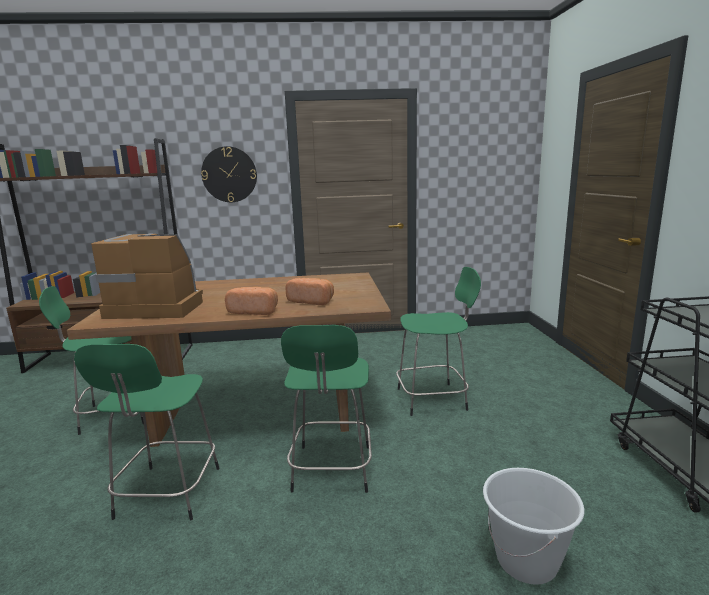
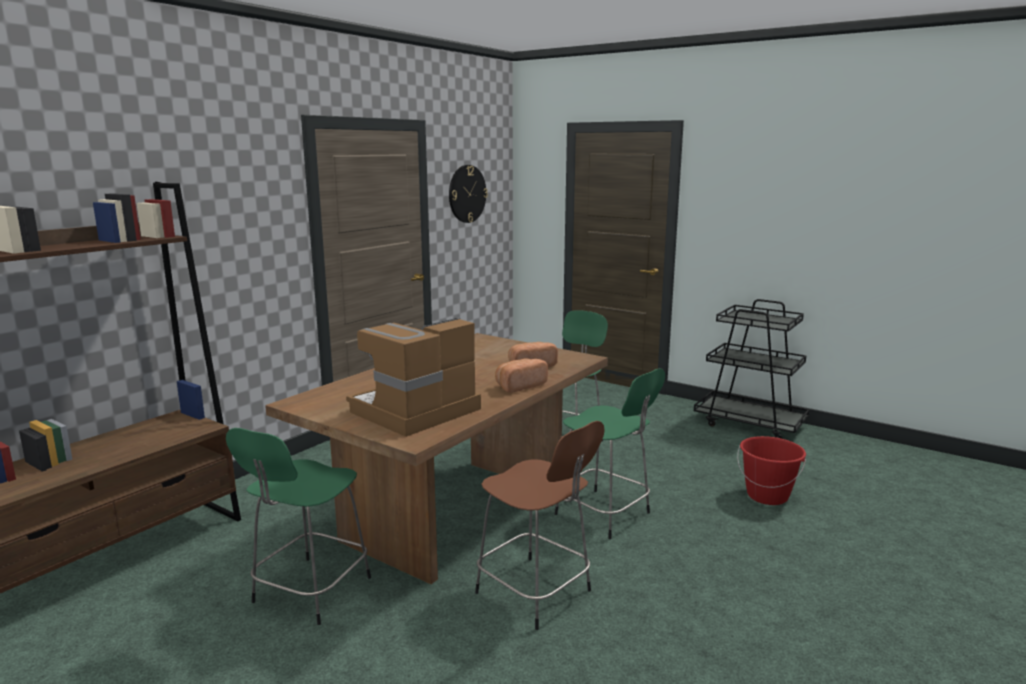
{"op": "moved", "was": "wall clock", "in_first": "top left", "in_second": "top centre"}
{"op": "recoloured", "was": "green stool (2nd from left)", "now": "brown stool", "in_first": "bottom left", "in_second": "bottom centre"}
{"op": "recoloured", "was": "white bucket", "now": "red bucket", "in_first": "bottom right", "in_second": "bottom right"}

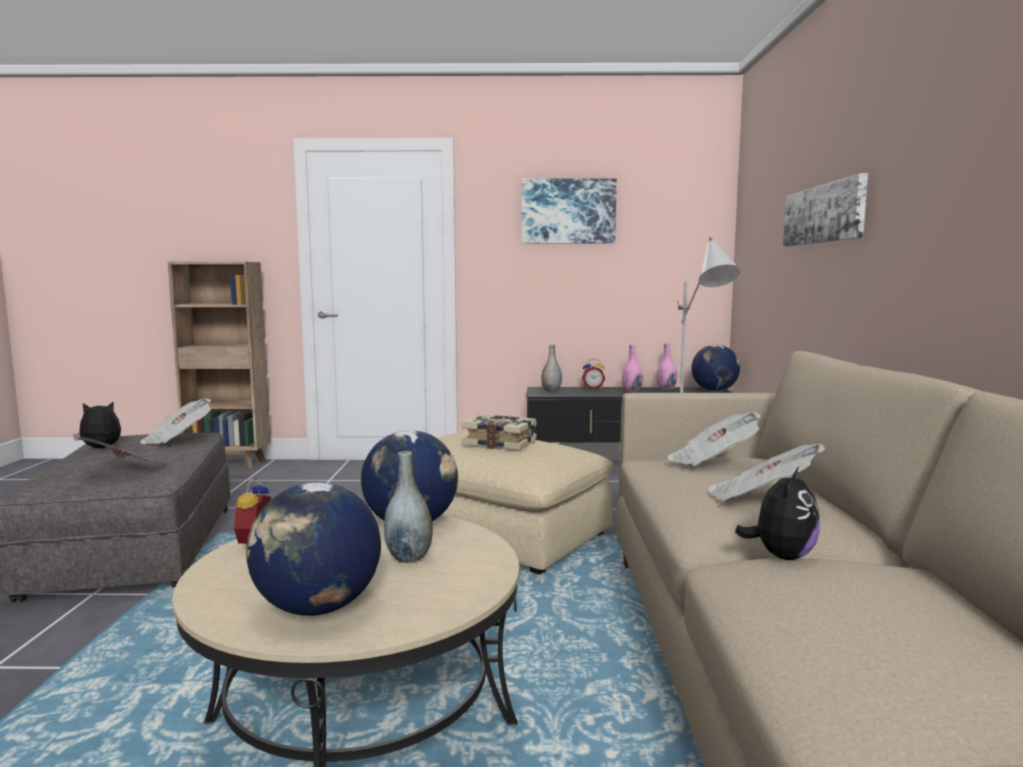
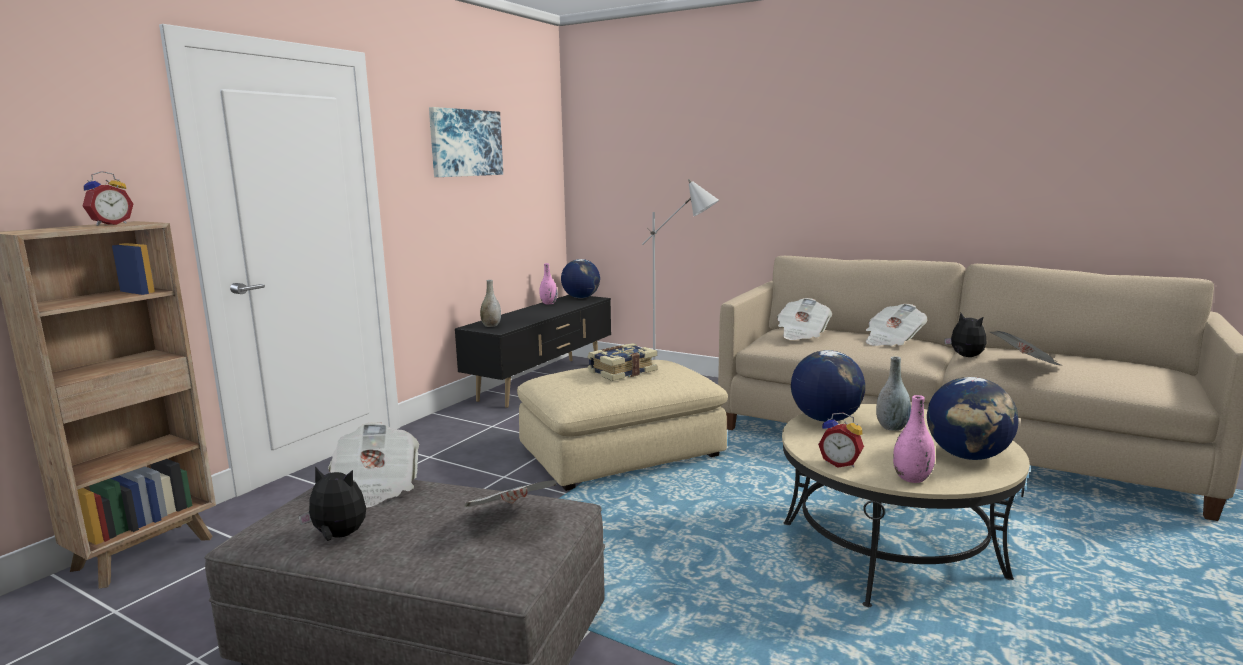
{"op": "moved", "was": "alarm clock (2nd from left in the first image)", "now": "alarm clock (1st from left)", "in_first": "centre", "in_second": "top left"}
{"op": "turned", "was": "plush toy (1st from left)", "in_first": "middle left", "in_second": "bottom left", "clockwise": 90}
{"op": "moved", "was": "pink vase (1st from left in the first image)", "now": "pink vase (2nd from left)", "in_first": "centre", "in_second": "middle right"}
{"op": "added", "now": "newspaper (5th from left)", "in_second": "middle right"}
{"op": "removed", "was": "picture (2nd from left)", "in_first": "top right"}

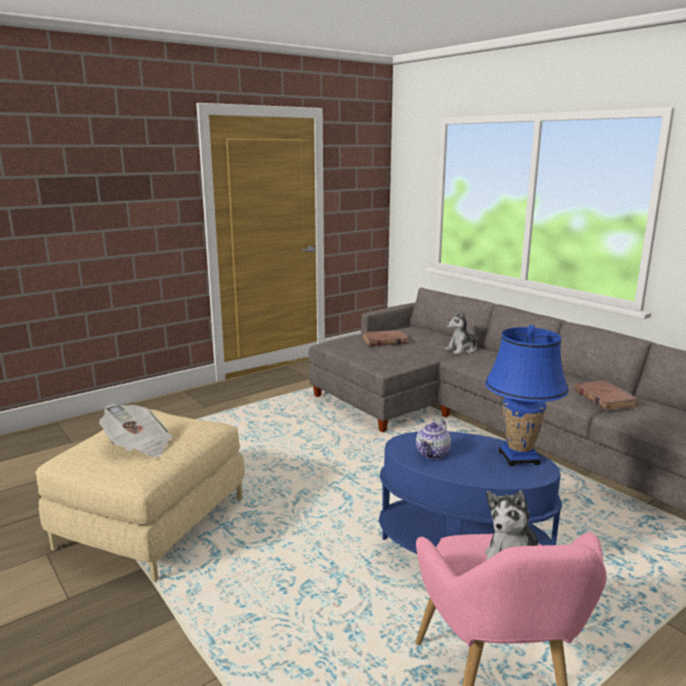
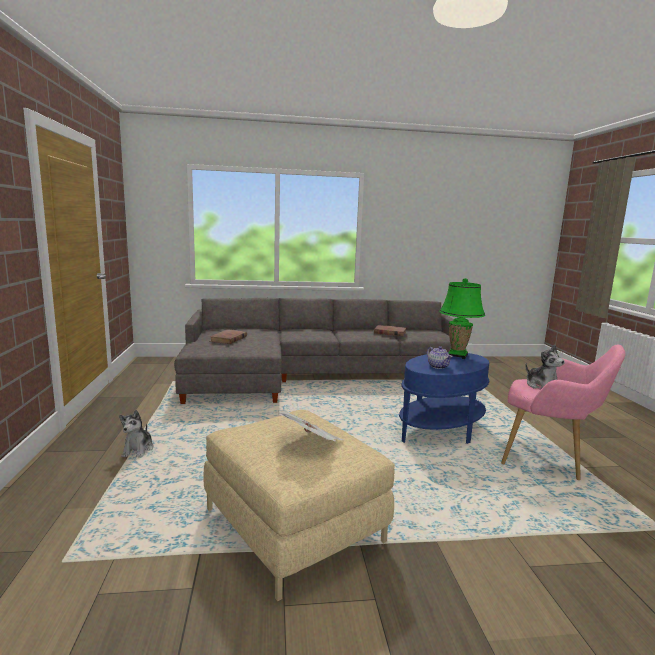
{"op": "moved", "was": "plush toy (1st from left)", "in_first": "middle right", "in_second": "middle left"}
{"op": "recoloured", "was": "blue table lamp", "now": "green table lamp", "in_first": "middle right", "in_second": "middle right"}

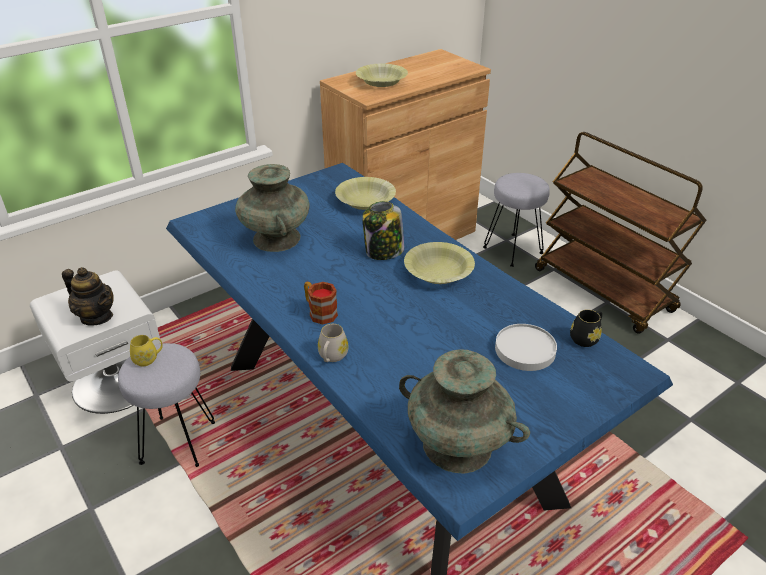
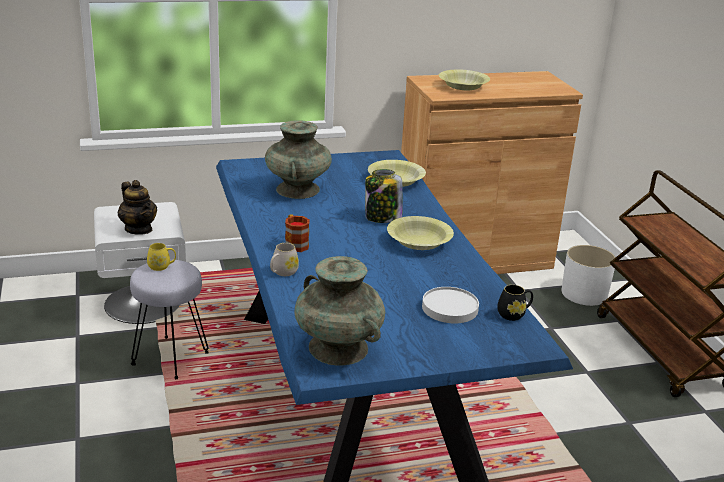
{"op": "replaced", "was": "grey stool (2nd from left)", "now": "white planter", "in_first": "middle right", "in_second": "middle right"}

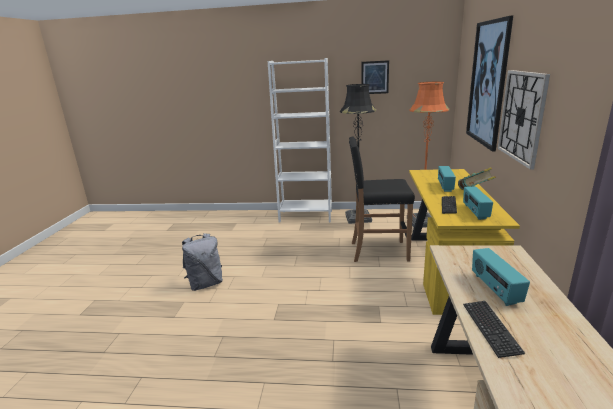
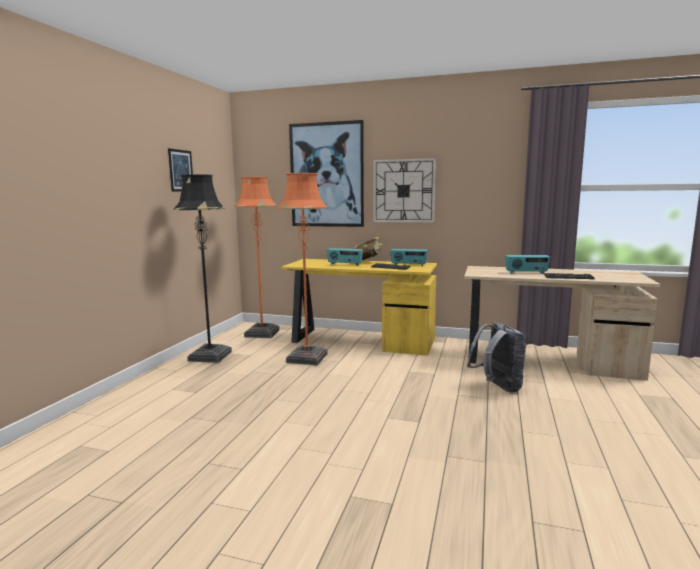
{"op": "replaced", "was": "black stool", "now": "orange floor lamp (2nd from left)", "in_first": "centre", "in_second": "centre"}
{"op": "moved", "was": "grey backpack", "in_first": "middle left", "in_second": "middle right"}
{"op": "removed", "was": "white bookcase", "in_first": "centre"}

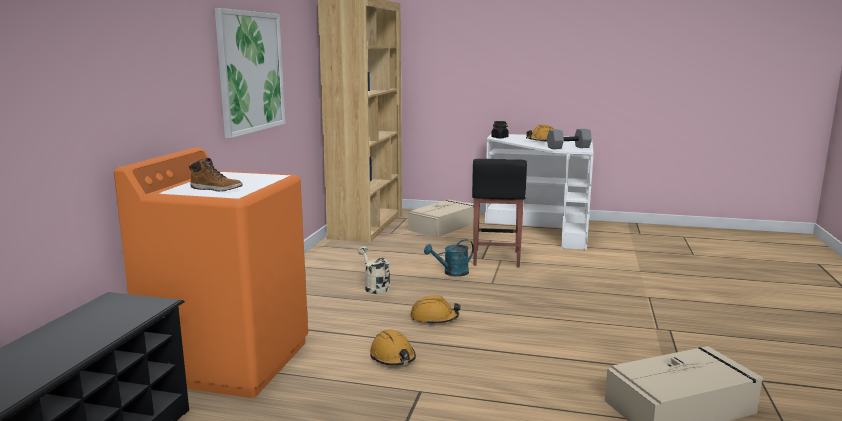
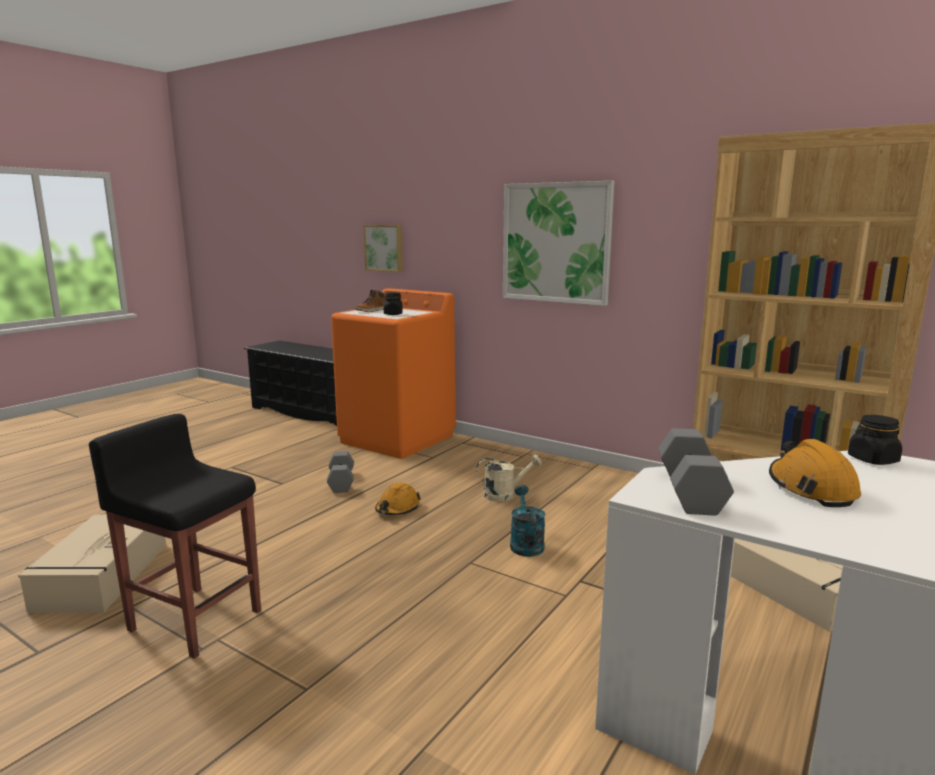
{"op": "moved", "was": "black stool", "in_first": "centre", "in_second": "bottom left"}
{"op": "replaced", "was": "orange hard hat (1st from left)", "now": "grey dumbbell (1st from left)", "in_first": "bottom centre", "in_second": "centre"}
{"op": "added", "now": "picture (1st from left)", "in_second": "top centre"}
{"op": "added", "now": "black jar (1st from left)", "in_second": "centre"}

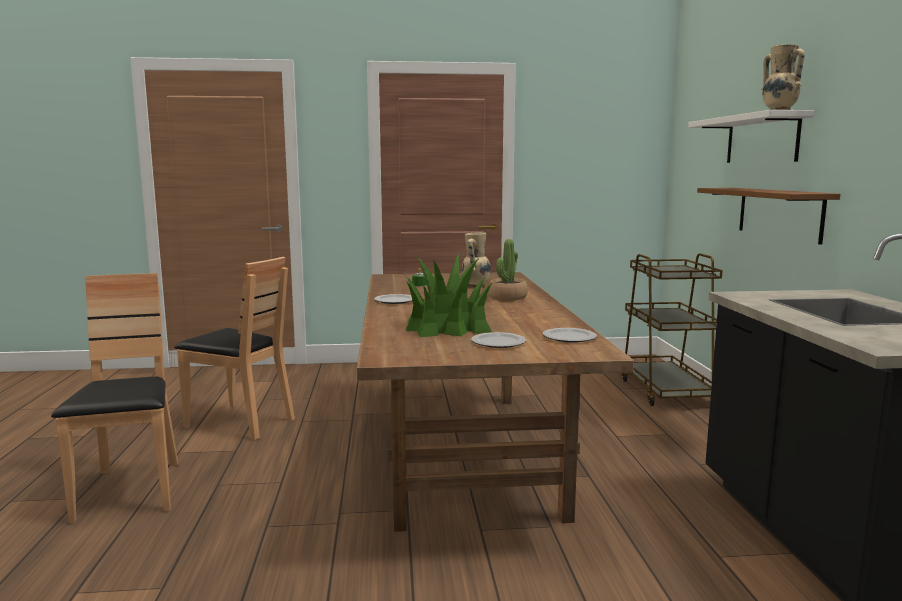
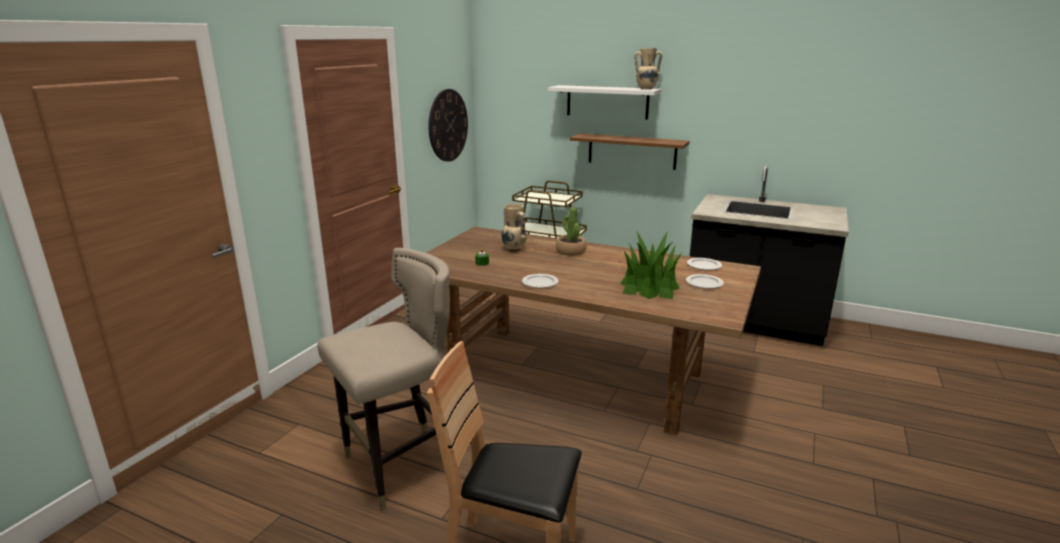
{"op": "replaced", "was": "brown chair (2nd from left)", "now": "beige stool", "in_first": "middle left", "in_second": "bottom centre"}
{"op": "added", "now": "wall clock", "in_second": "top centre"}

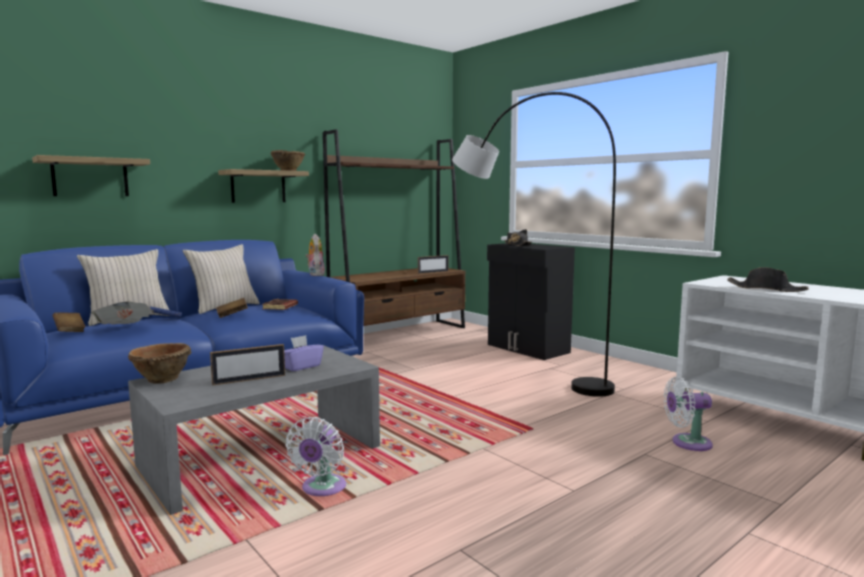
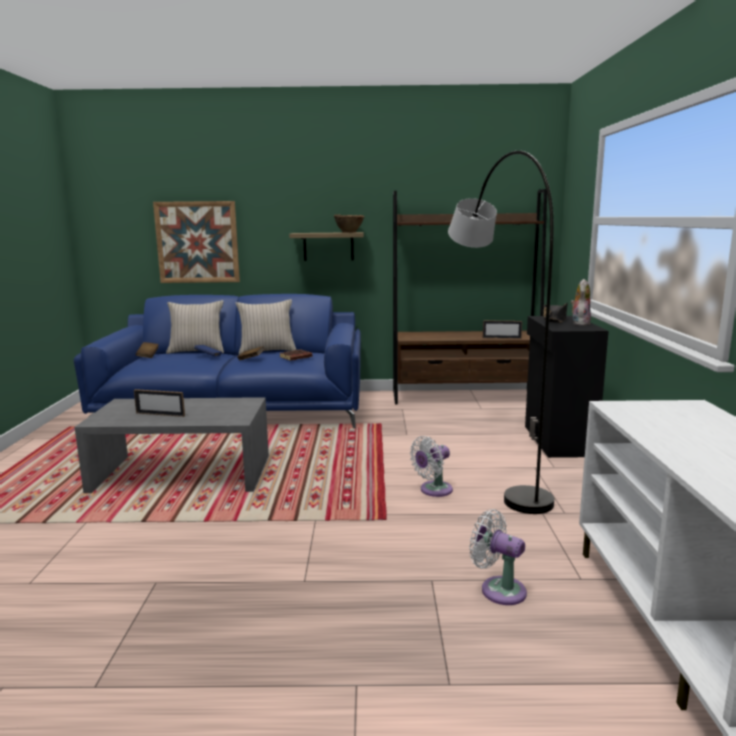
{"op": "replaced", "was": "shelf (1st from left)", "now": "picture", "in_first": "top left", "in_second": "top left"}
{"op": "moved", "was": "white fan (1st from left)", "in_first": "bottom centre", "in_second": "centre"}
{"op": "moved", "was": "plush toy", "in_first": "centre", "in_second": "middle right"}
{"op": "removed", "was": "newspaper", "in_first": "middle left"}
{"op": "removed", "was": "brown bowl (1st from left)", "in_first": "middle left"}
{"op": "removed", "was": "purple tissue box", "in_first": "centre"}
{"op": "removed", "was": "black hat (2nd from left)", "in_first": "middle right"}

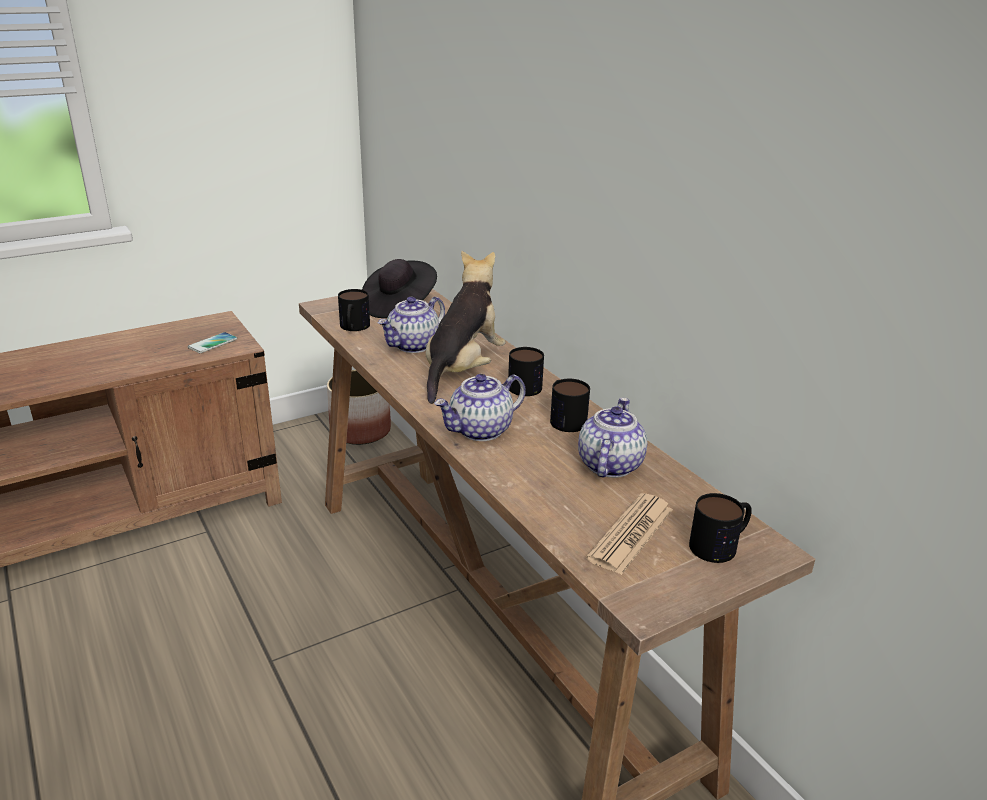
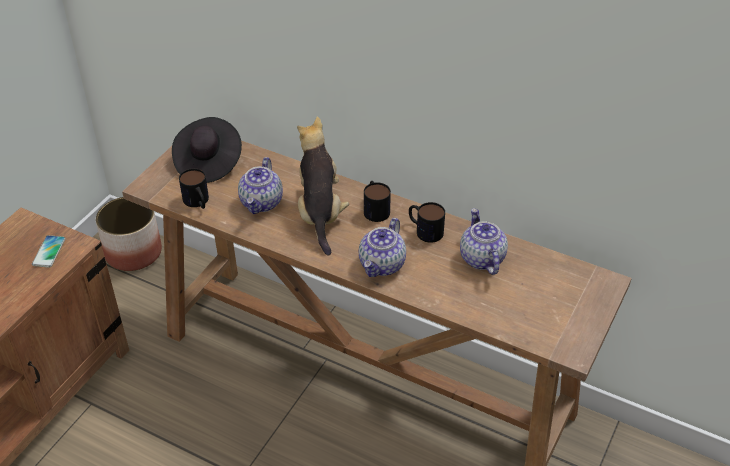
{"op": "removed", "was": "newspaper", "in_first": "bottom centre"}
{"op": "removed", "was": "mug (4th from left)", "in_first": "middle right"}

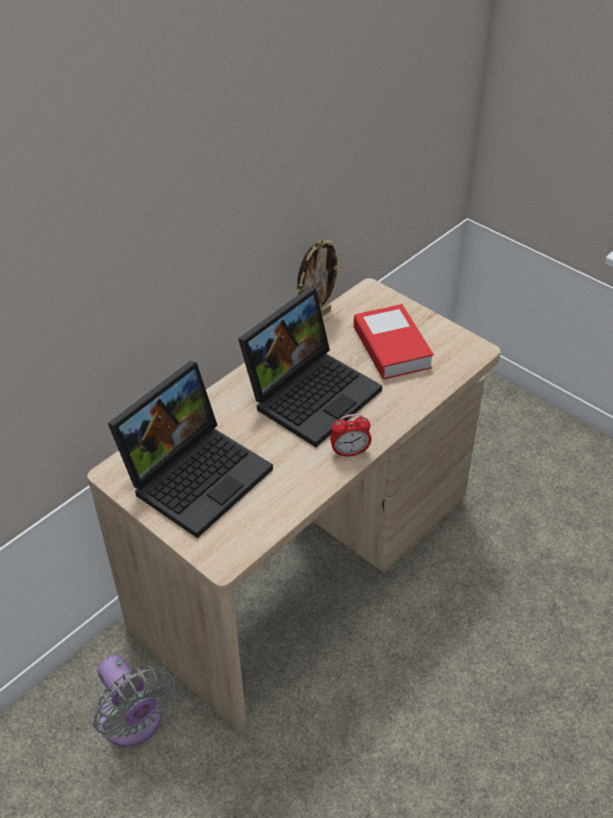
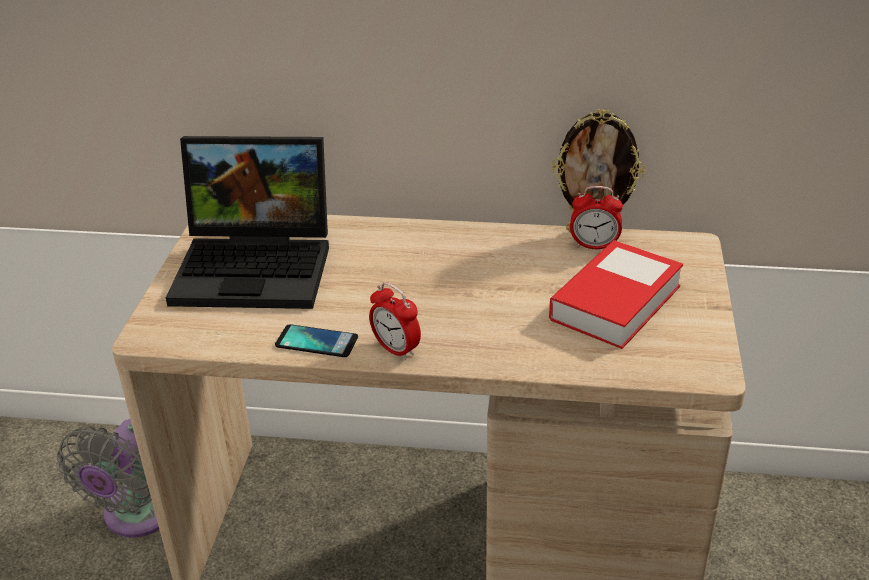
{"op": "added", "now": "phone", "in_second": "centre"}
{"op": "added", "now": "alarm clock (2nd from left)", "in_second": "middle right"}
{"op": "removed", "was": "laptop (2nd from left)", "in_first": "centre"}

